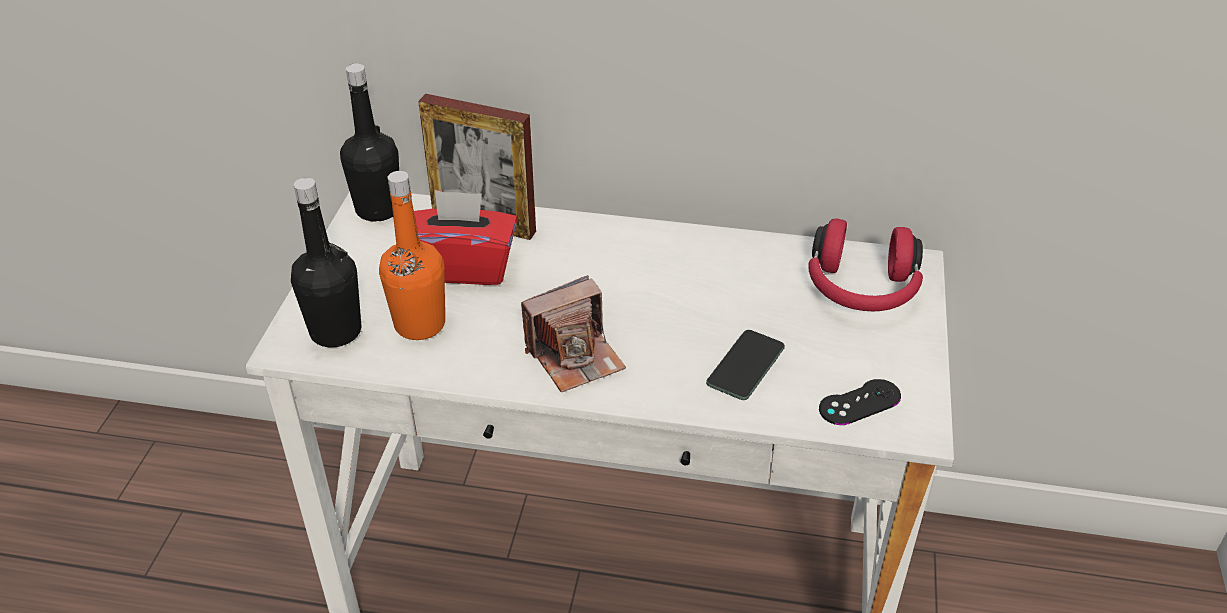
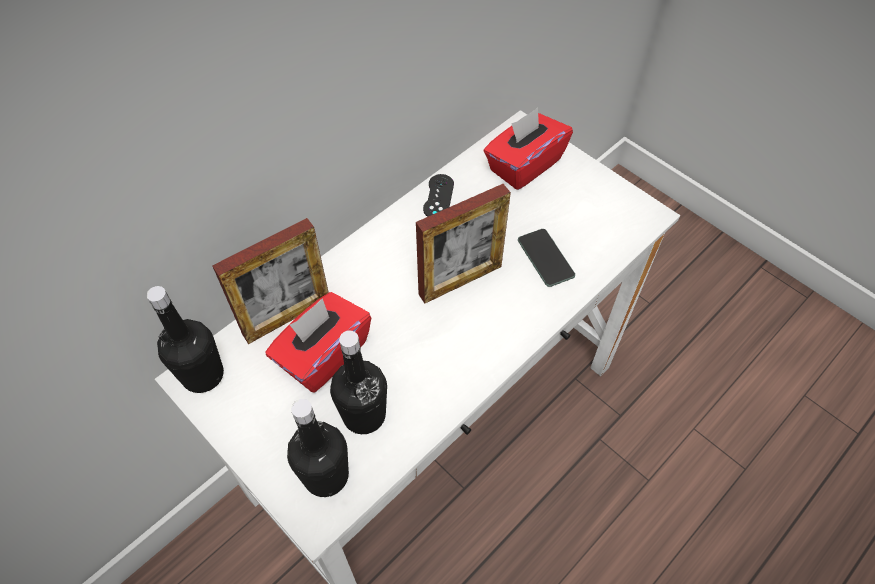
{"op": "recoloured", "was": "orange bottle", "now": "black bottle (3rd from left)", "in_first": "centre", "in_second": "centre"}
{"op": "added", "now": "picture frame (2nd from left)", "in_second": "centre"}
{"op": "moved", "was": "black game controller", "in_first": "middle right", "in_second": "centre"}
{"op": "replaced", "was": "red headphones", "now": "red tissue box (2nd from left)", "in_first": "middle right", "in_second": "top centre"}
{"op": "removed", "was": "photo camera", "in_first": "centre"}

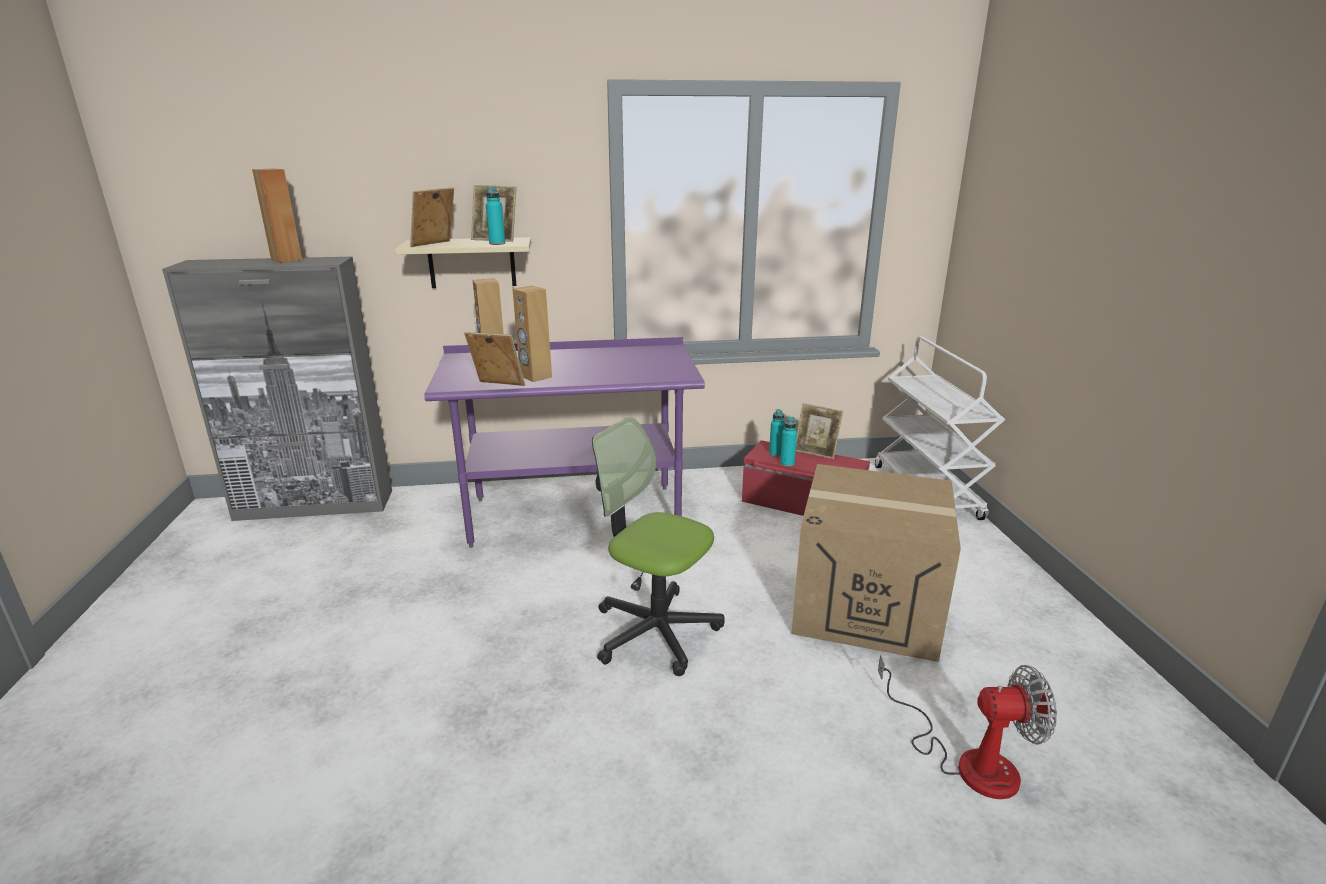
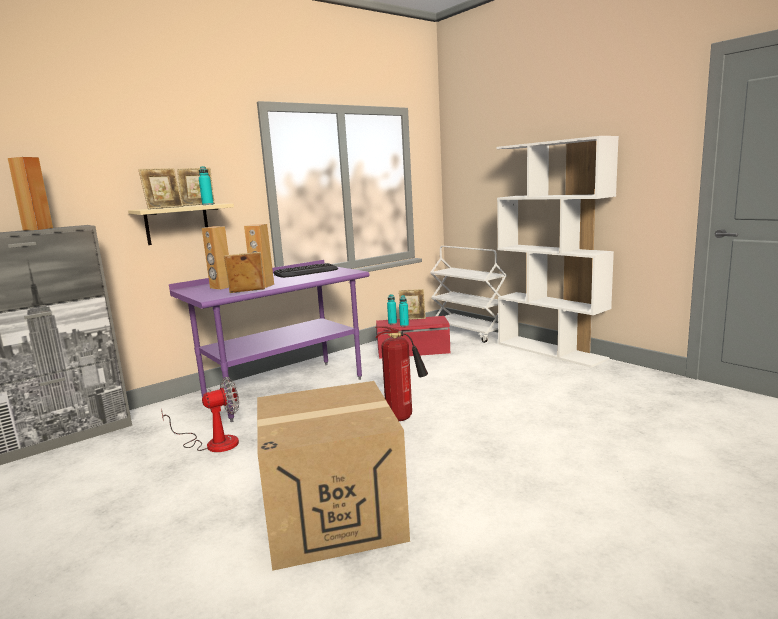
{"op": "turned", "was": "picture frame (1st from left)", "in_first": "top left", "in_second": "top left", "clockwise": -135}
{"op": "moved", "was": "fan", "in_first": "bottom right", "in_second": "bottom left"}
{"op": "moved", "was": "cardboard box", "in_first": "centre", "in_second": "bottom centre"}
{"op": "added", "now": "keyboard", "in_second": "centre"}
{"op": "replaced", "was": "office chair", "now": "fire extinguisher", "in_first": "centre", "in_second": "centre"}
{"op": "added", "now": "white bookcase", "in_second": "middle right"}

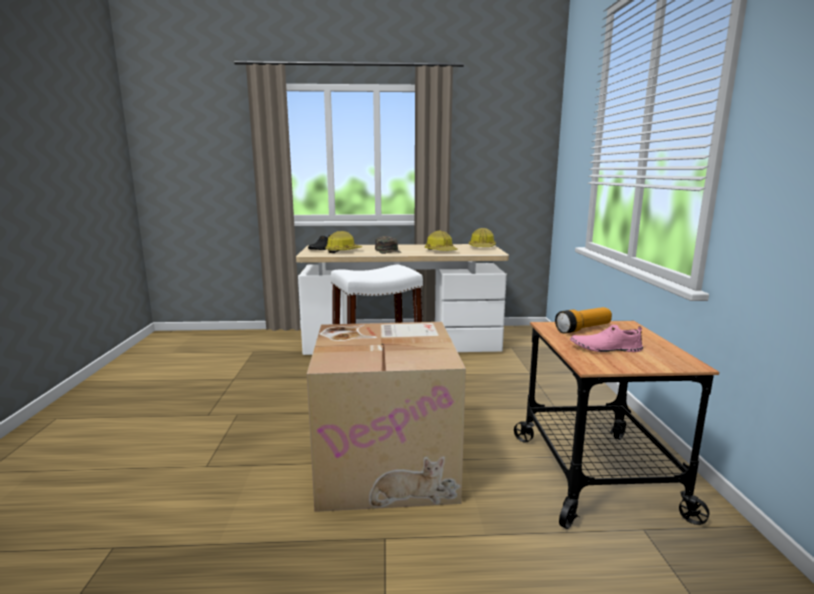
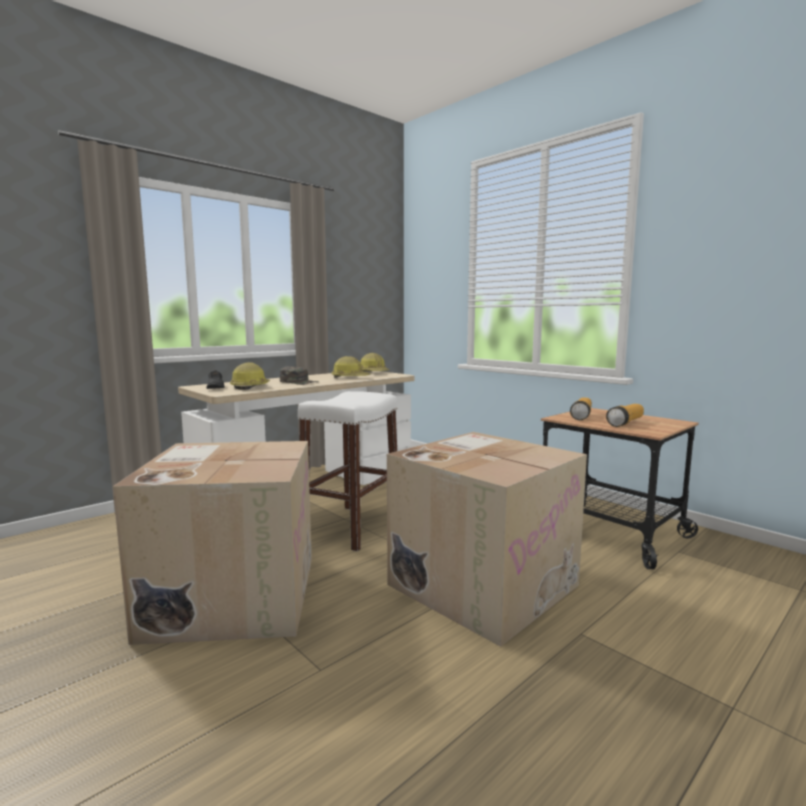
{"op": "added", "now": "cardboard box (1st from left)", "in_second": "bottom left"}
{"op": "replaced", "was": "pink shoe", "now": "flashlight (2nd from left)", "in_first": "middle right", "in_second": "middle right"}

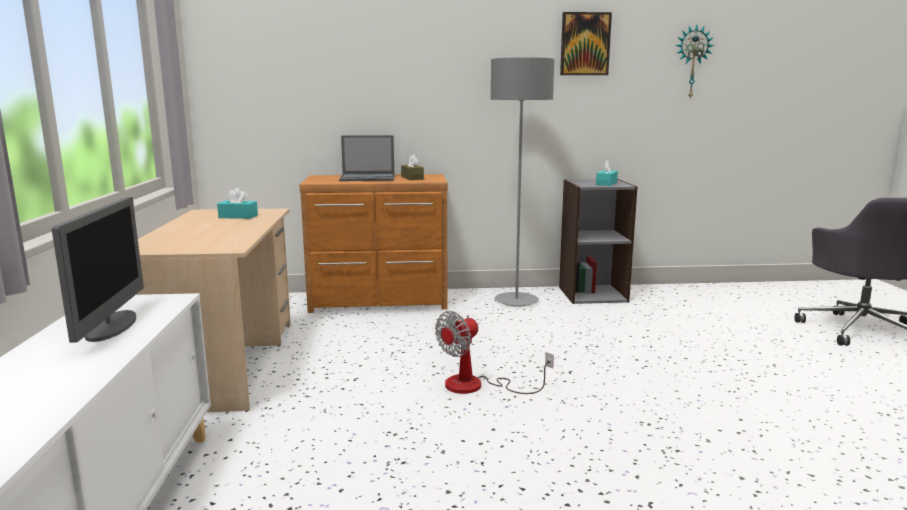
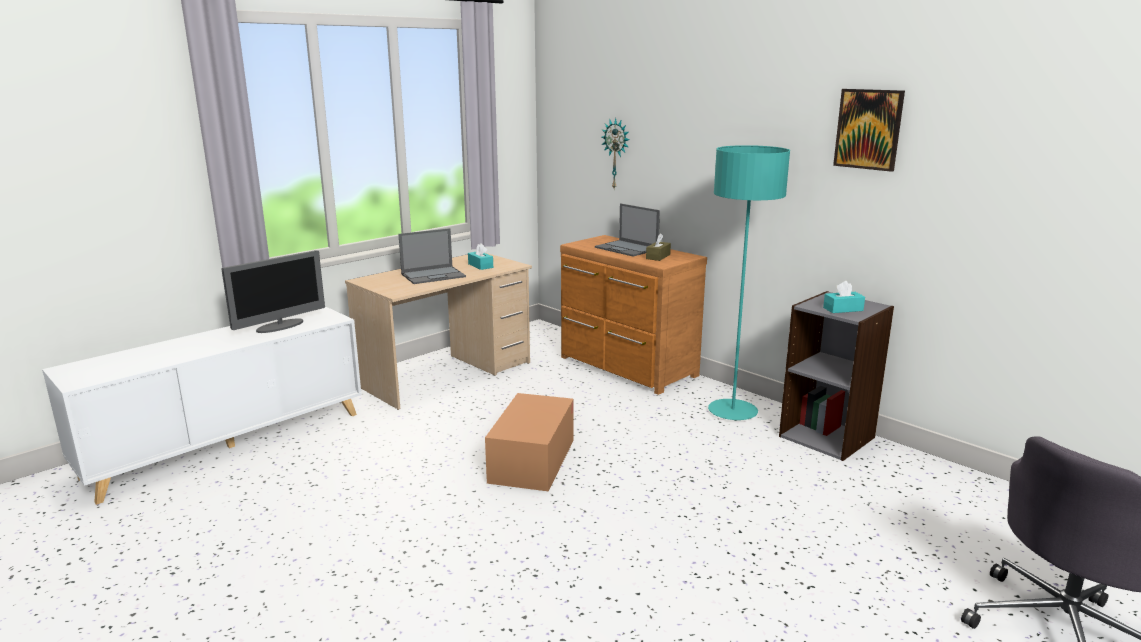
{"op": "added", "now": "laptop (1st from left)", "in_second": "centre"}
{"op": "replaced", "was": "fan", "now": "cardboard box", "in_first": "bottom centre", "in_second": "bottom centre"}
{"op": "moved", "was": "wall clock", "in_first": "top right", "in_second": "top centre"}
{"op": "recoloured", "was": "grey floor lamp", "now": "turquoise floor lamp", "in_first": "centre", "in_second": "centre"}

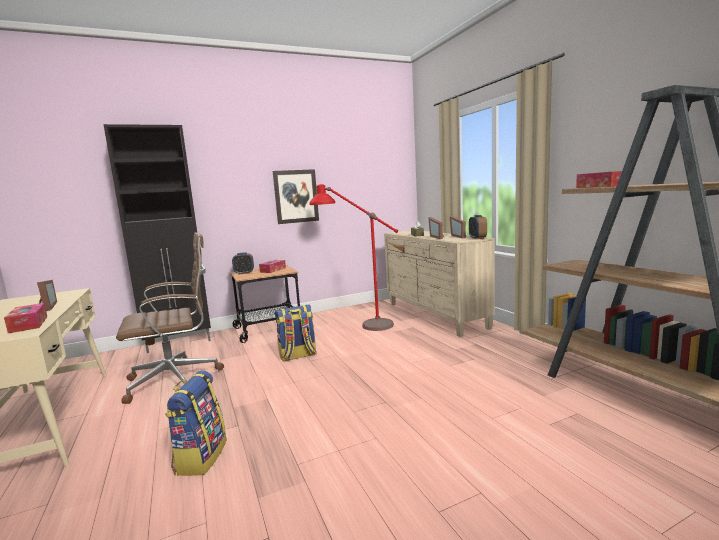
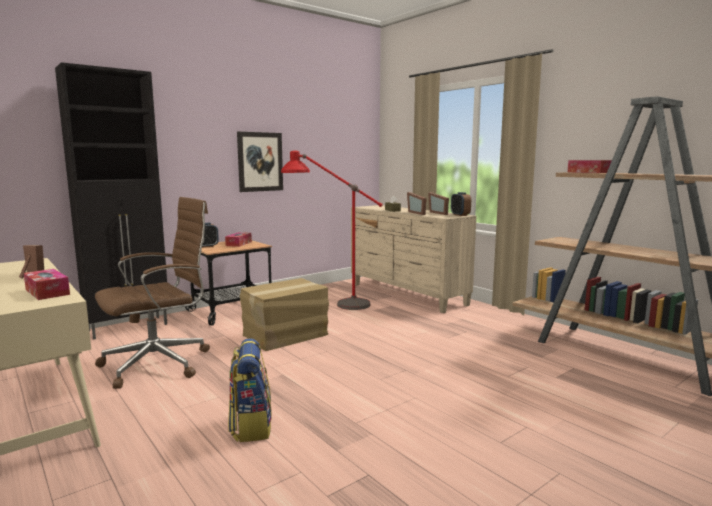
{"op": "replaced", "was": "backpack (2nd from left)", "now": "cardboard box", "in_first": "centre", "in_second": "centre"}

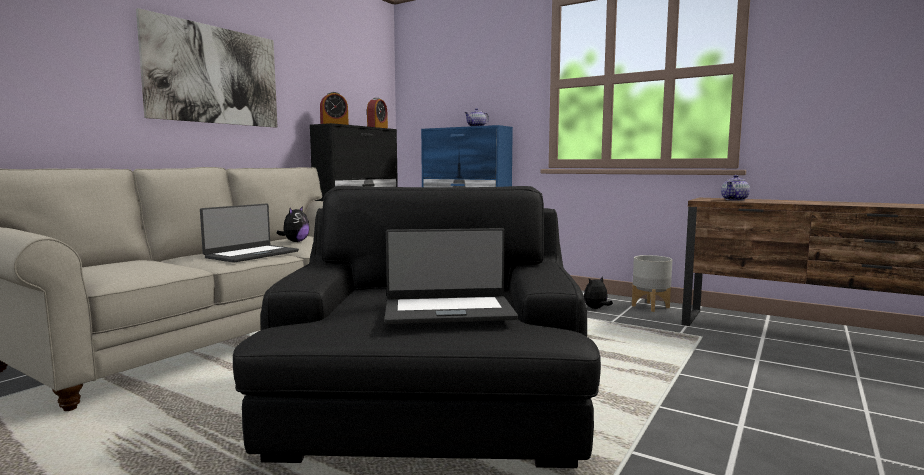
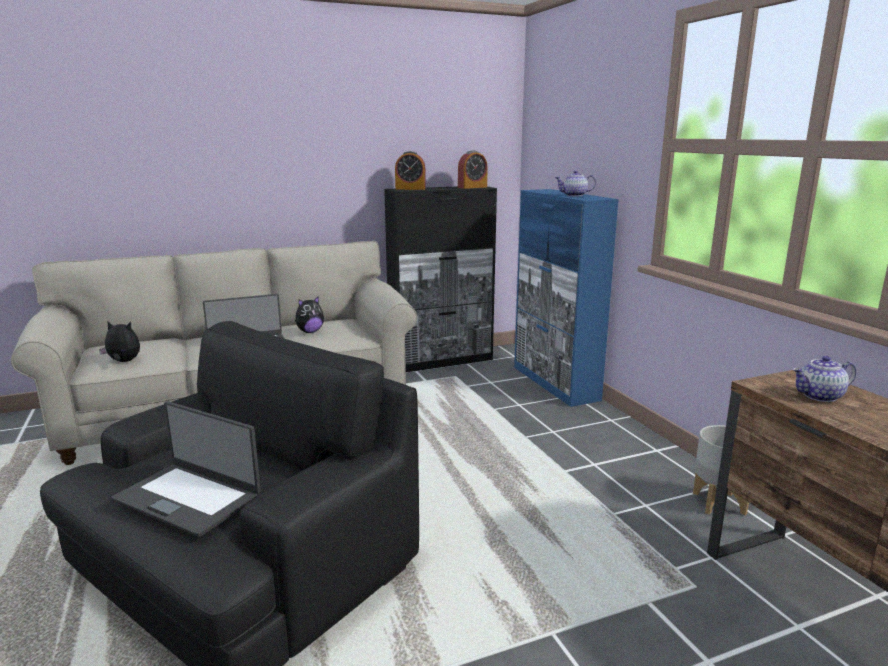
{"op": "moved", "was": "plush toy (2nd from left in the first image)", "now": "plush toy (1st from left)", "in_first": "centre", "in_second": "middle left"}
{"op": "removed", "was": "picture", "in_first": "top left"}

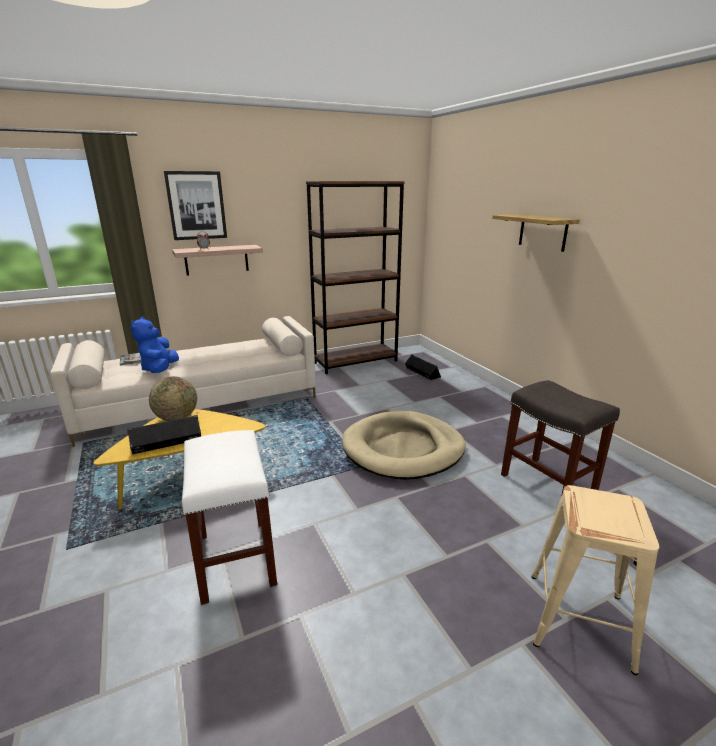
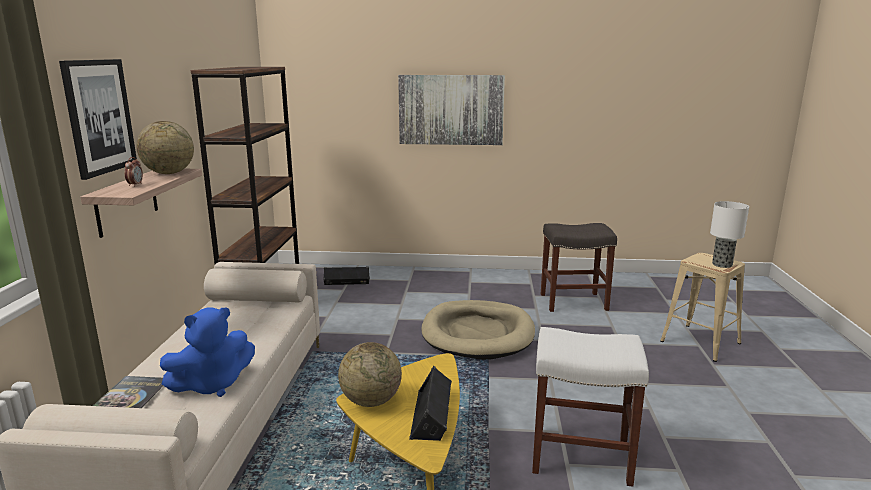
{"op": "added", "now": "globe (1st from left)", "in_second": "top left"}
{"op": "turned", "was": "blue plush toy", "in_first": "middle left", "in_second": "bottom left", "clockwise": -60}
{"op": "replaced", "was": "shelf (2nd from left)", "now": "picture (2nd from left)", "in_first": "top right", "in_second": "top centre"}
{"op": "added", "now": "table lamp", "in_second": "middle right"}

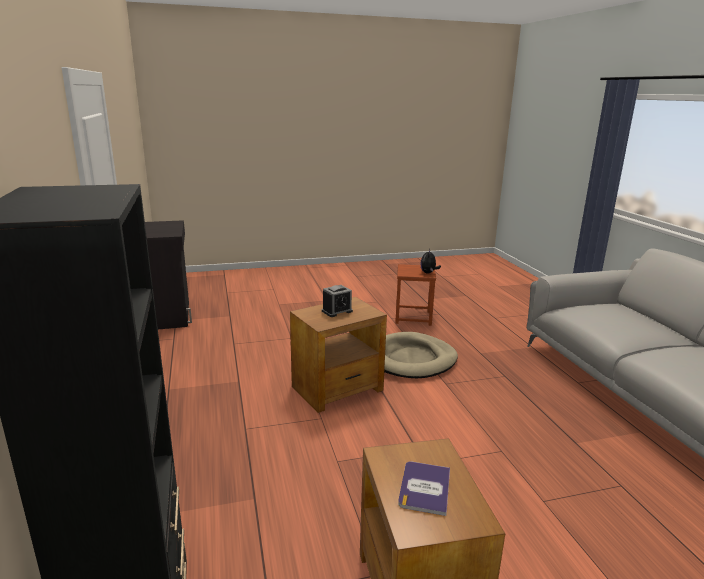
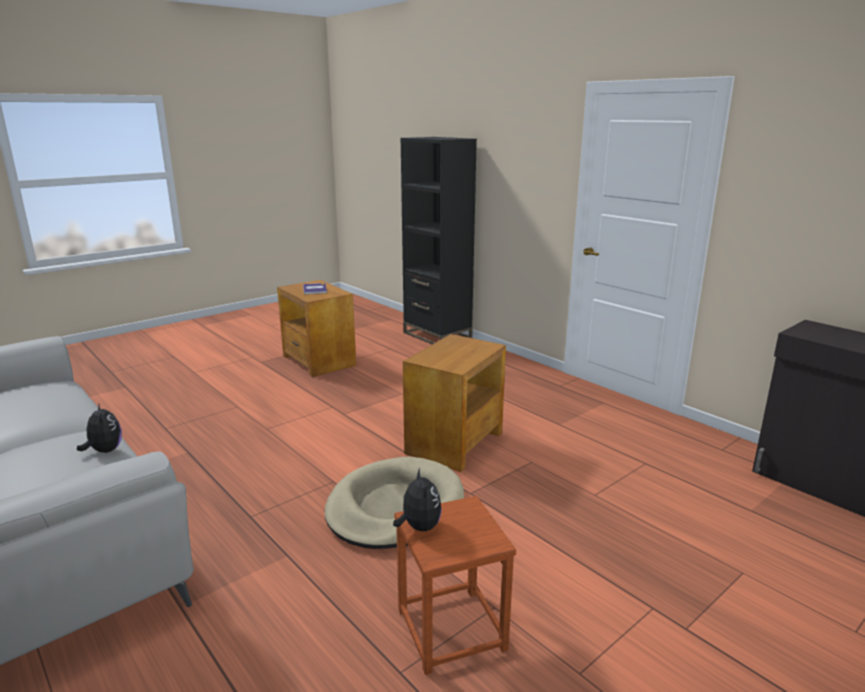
{"op": "added", "now": "plush toy (1st from left)", "in_second": "middle left"}
{"op": "removed", "was": "alarm clock", "in_first": "centre"}

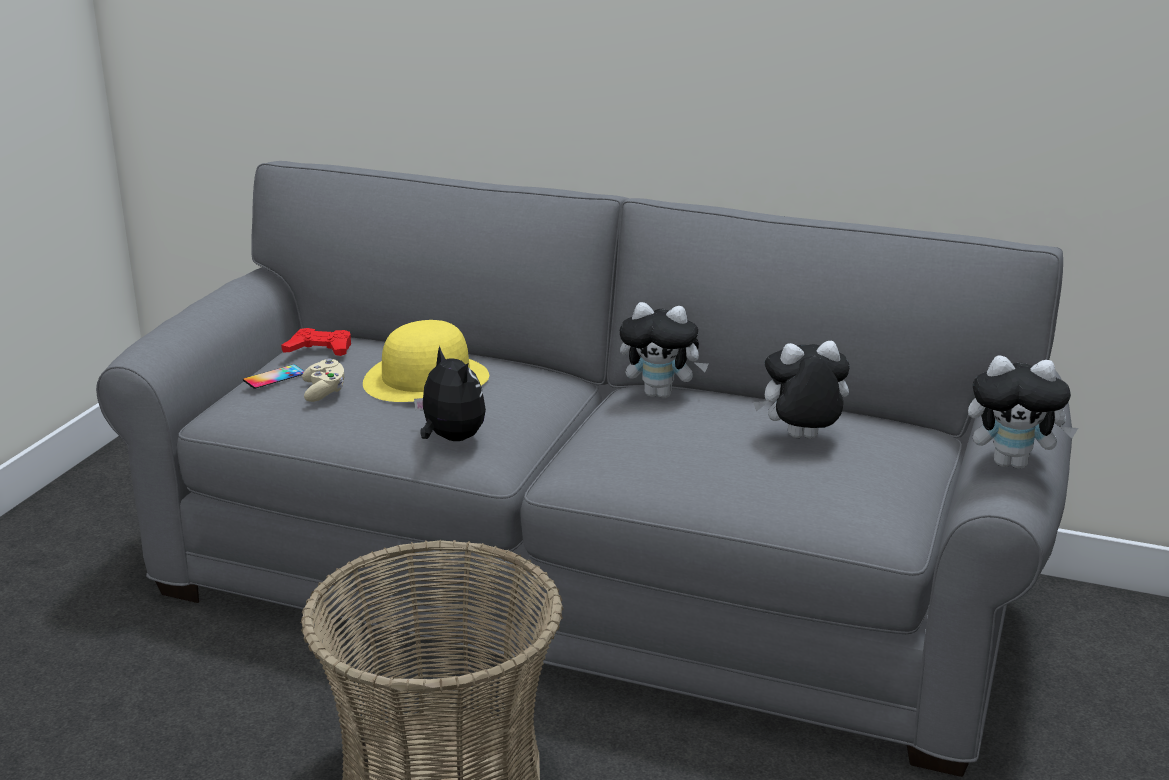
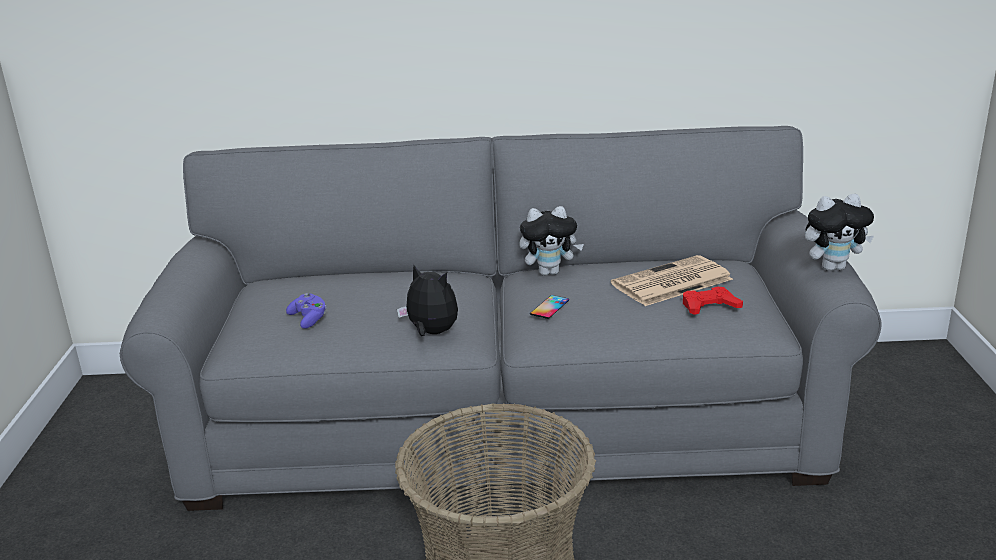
{"op": "recoloured", "was": "beige game controller", "now": "purple game controller", "in_first": "middle left", "in_second": "middle left"}
{"op": "moved", "was": "phone", "in_first": "middle left", "in_second": "centre"}
{"op": "replaced", "was": "plush toy (3rd from left)", "now": "newspaper", "in_first": "middle right", "in_second": "middle right"}
{"op": "moved", "was": "red game controller", "in_first": "middle left", "in_second": "middle right"}
{"op": "removed", "was": "yellow hat", "in_first": "centre"}

